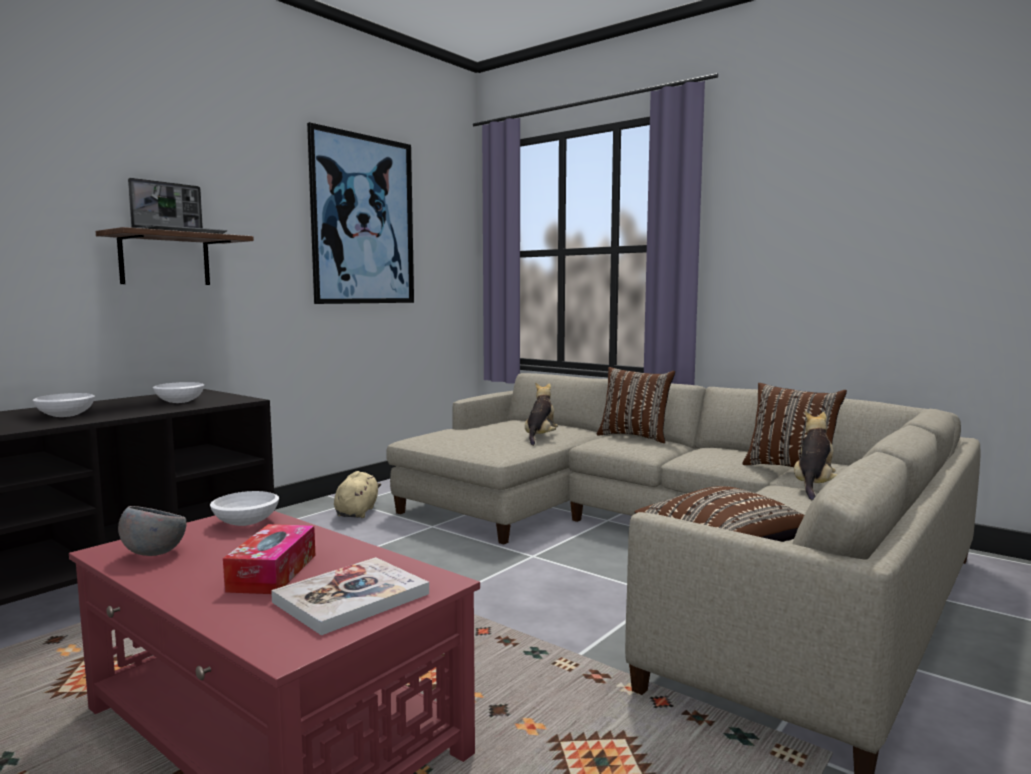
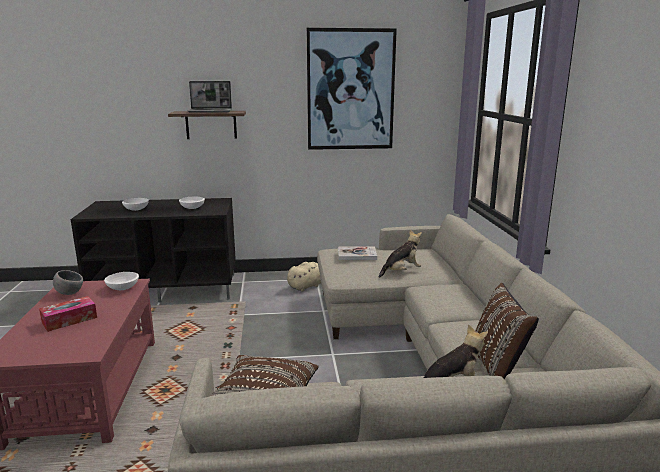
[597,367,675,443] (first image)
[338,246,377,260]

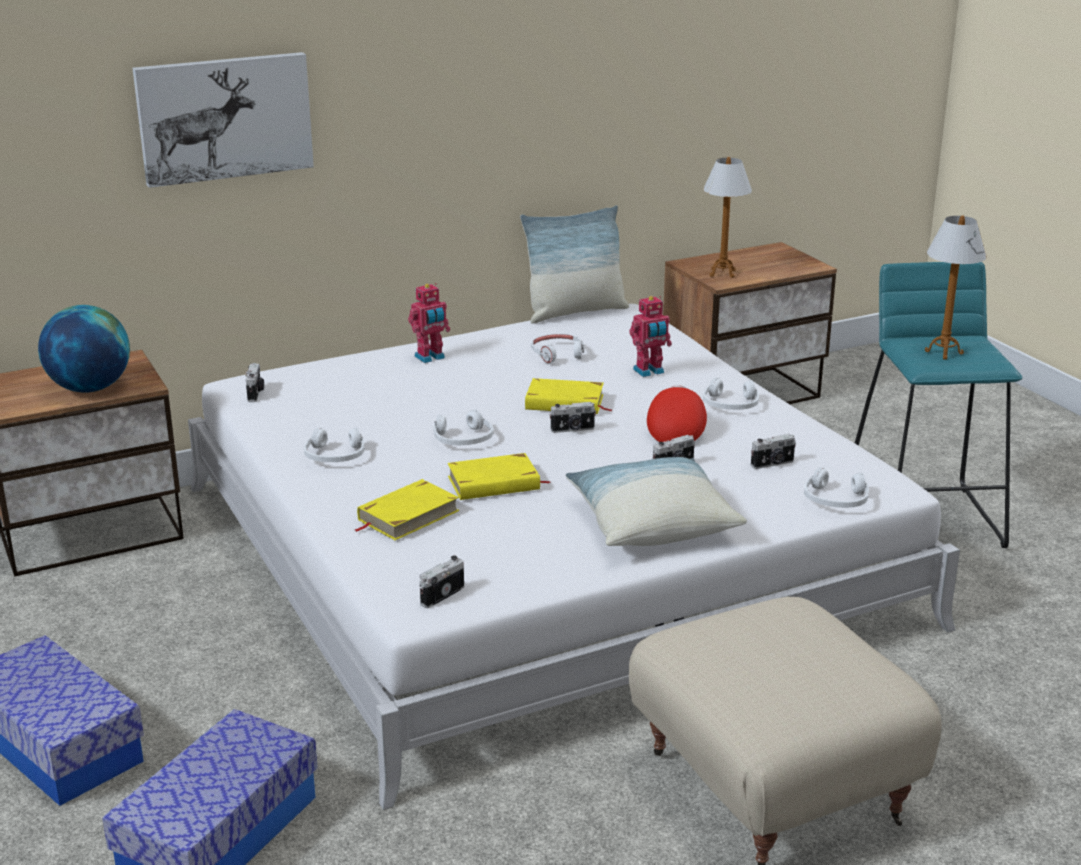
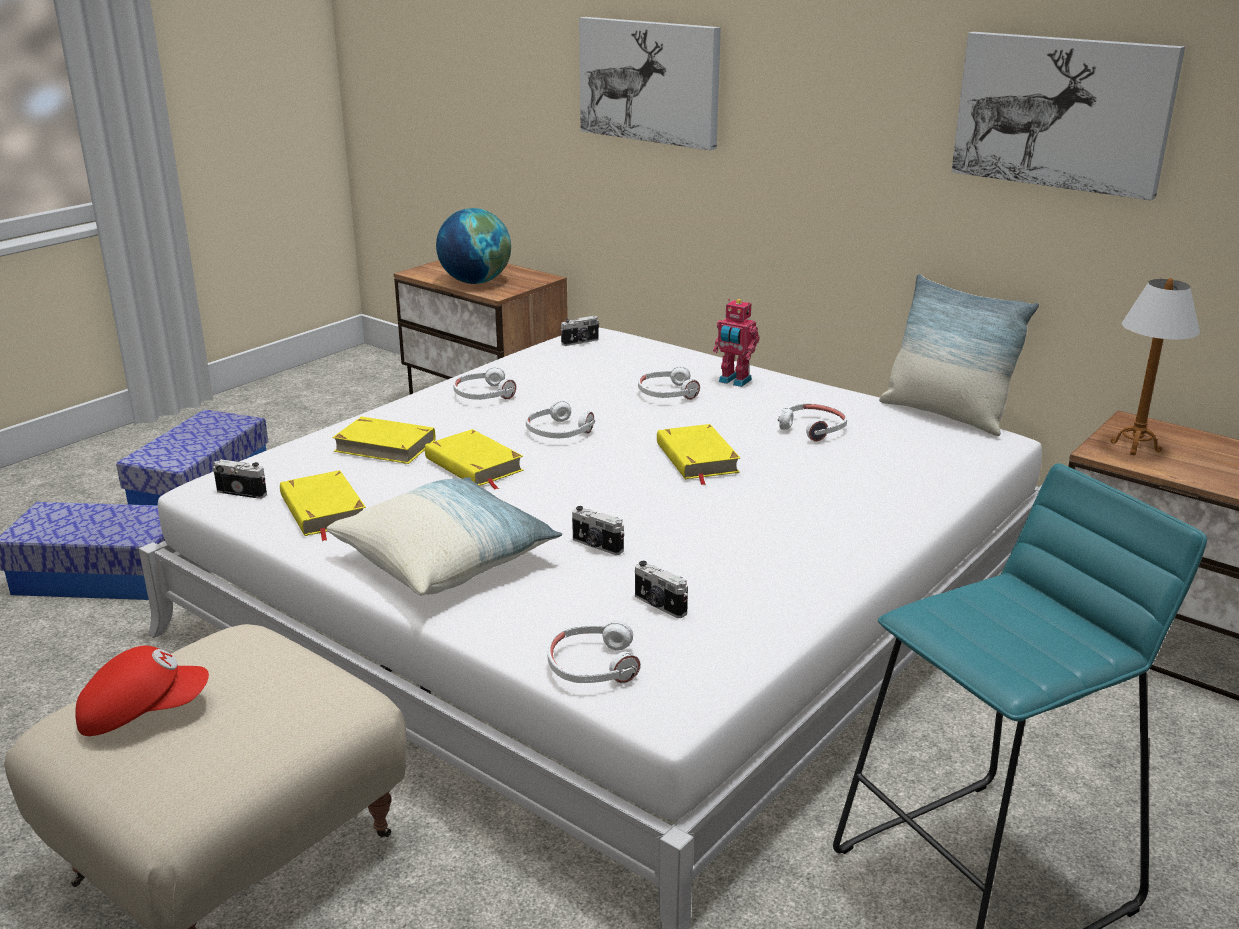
[925,215,987,360] (first image)
[629,296,672,377] (first image)
[638,366,700,400]
[75,646,209,736]
[549,402,596,433] (first image)
[951,32,1185,201]
[280,470,366,541]

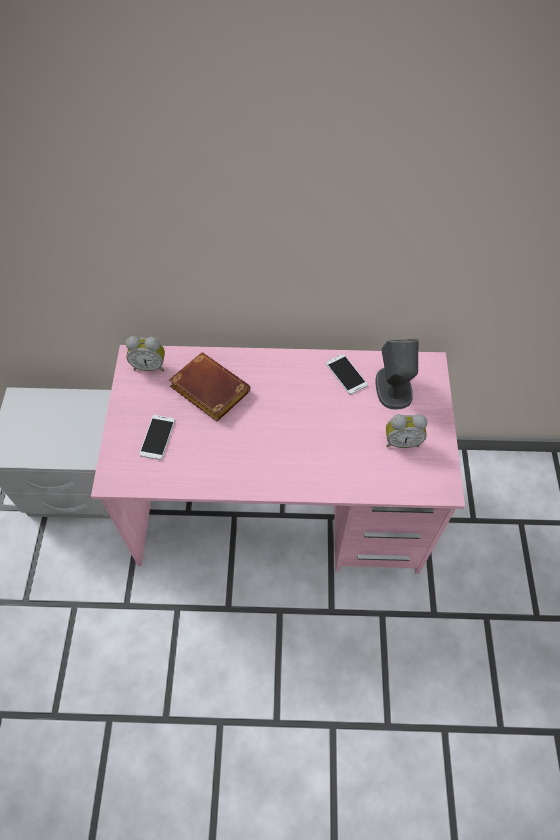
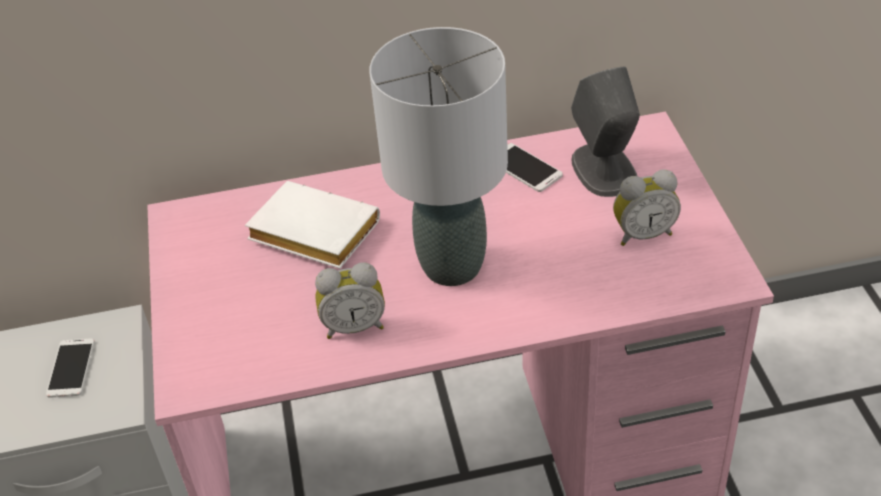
[315,262,385,339]
[245,181,380,269]
[46,338,95,398]
[369,27,508,286]

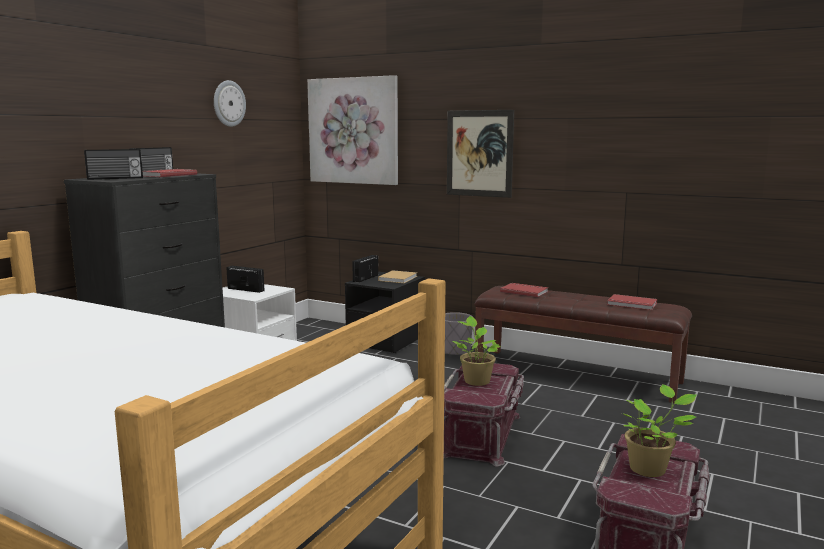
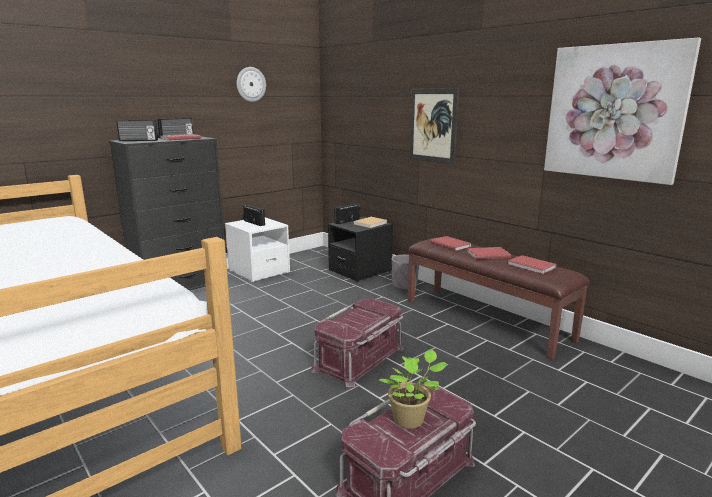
[544,38,701,185]
[452,316,501,386] (first image)
[467,247,511,259]

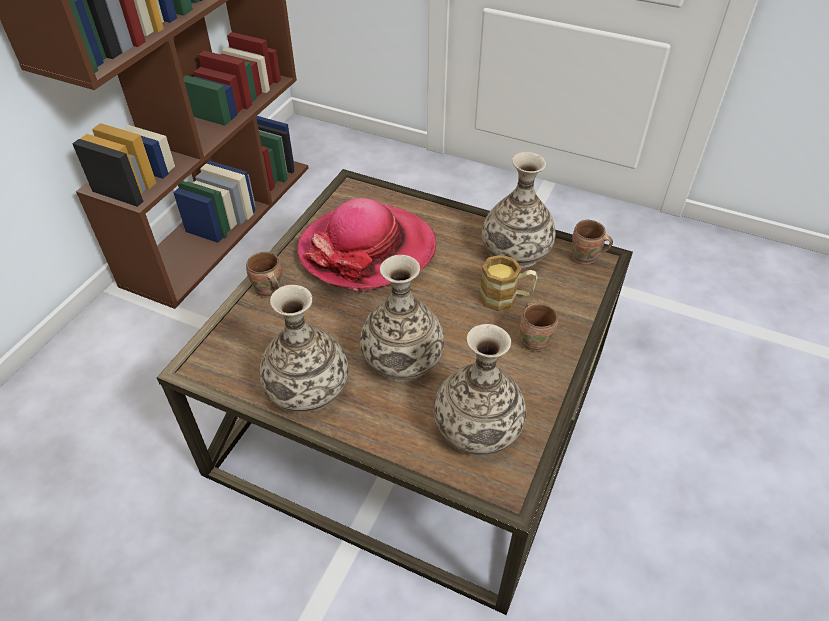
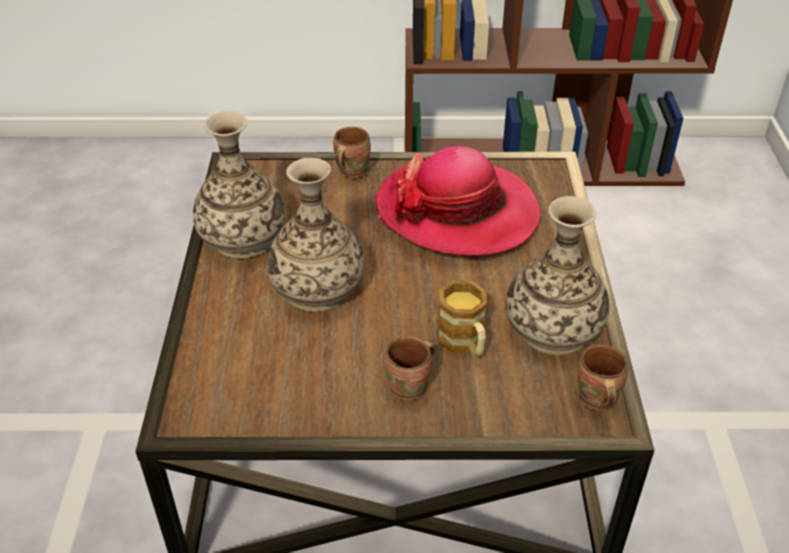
[433,324,526,455] (first image)

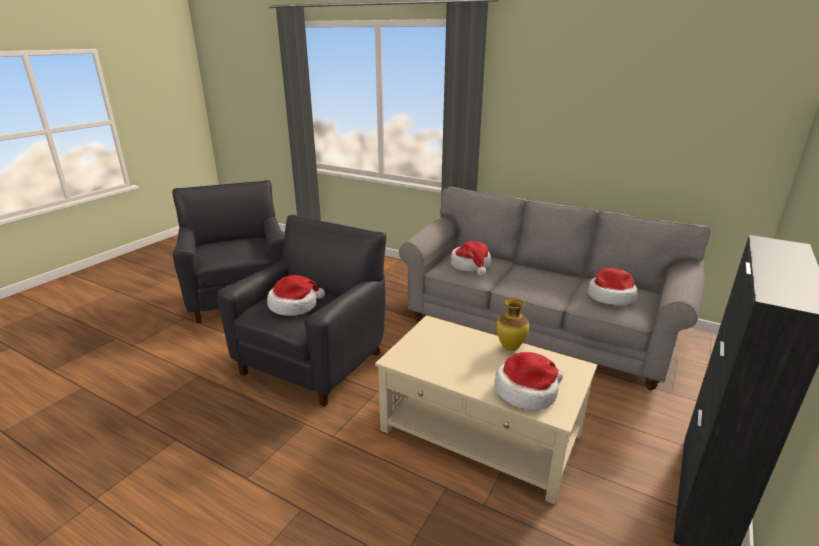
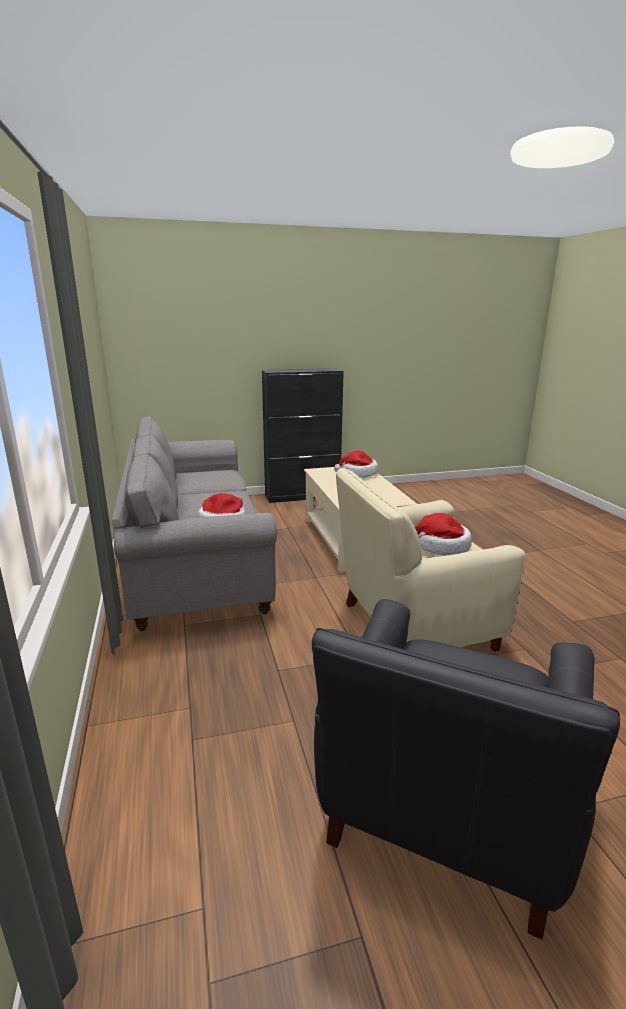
[336,467,526,652]
[588,268,637,306] (first image)
[496,298,529,351] (first image)

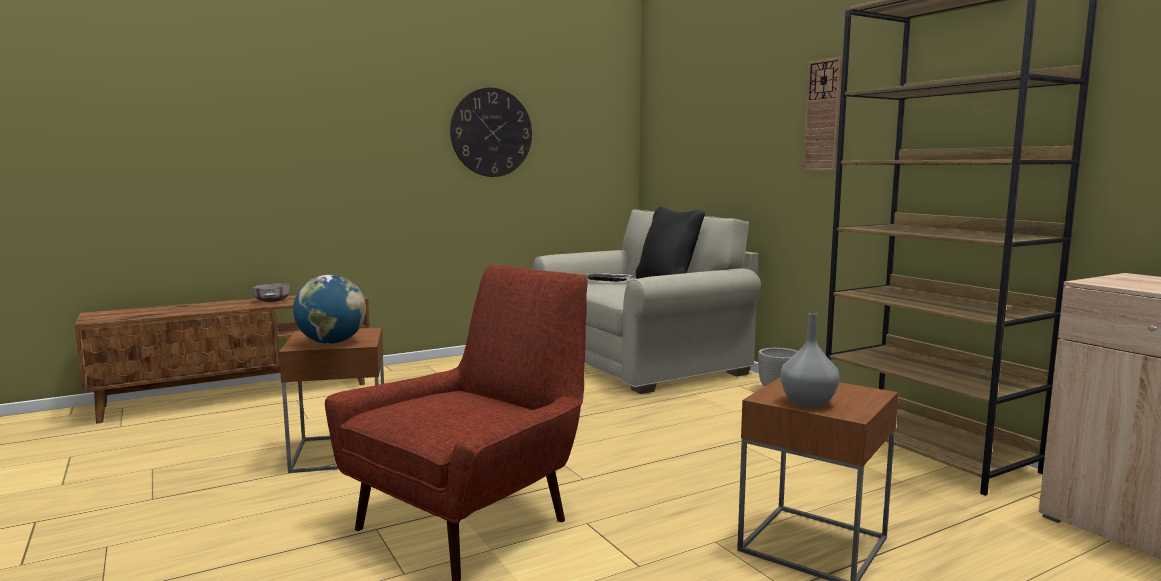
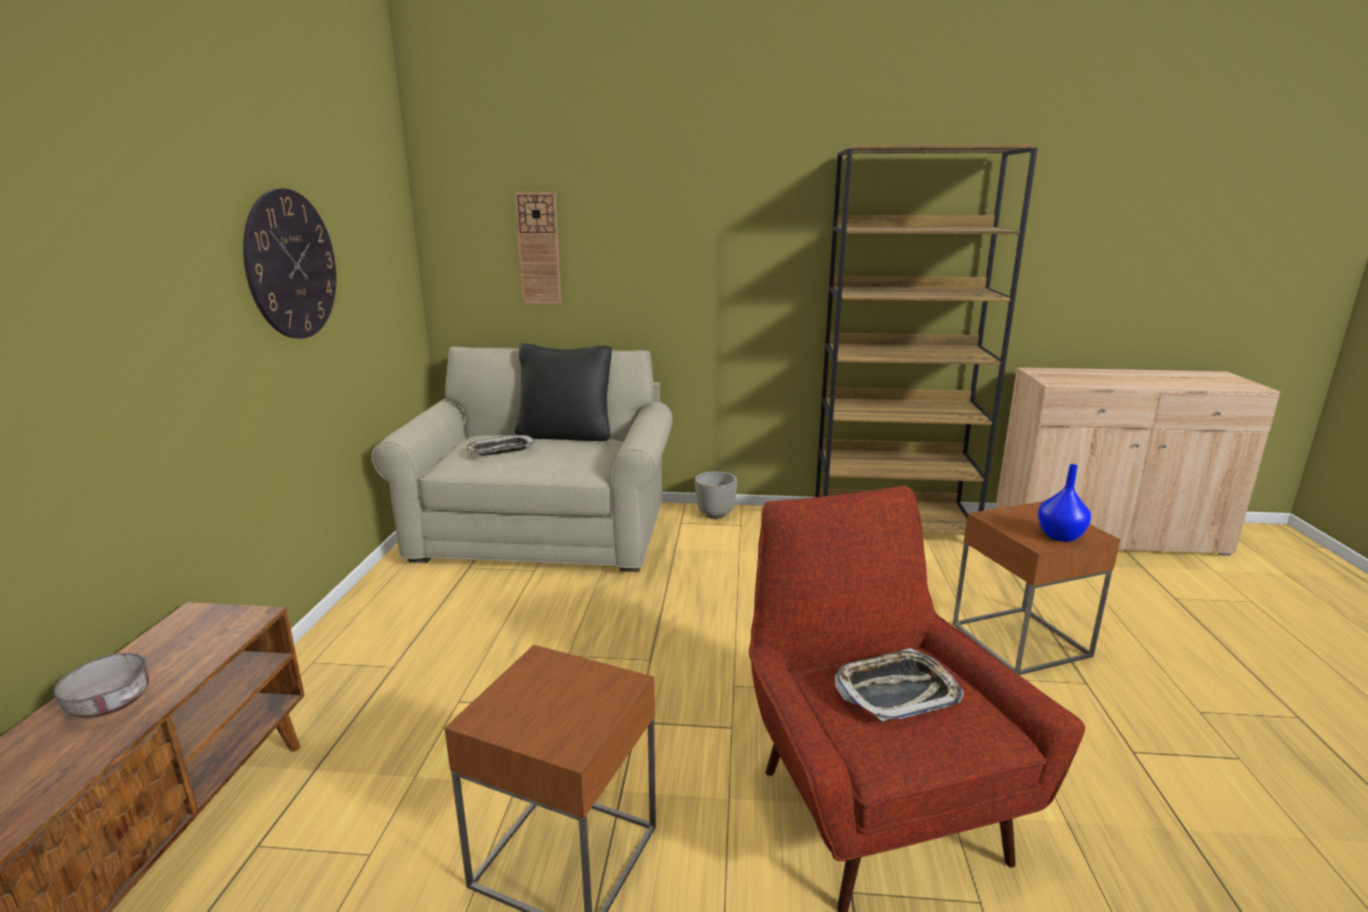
[514,193,562,304]
[293,275,366,344] (first image)
[1038,464,1091,542]
[835,648,964,722]

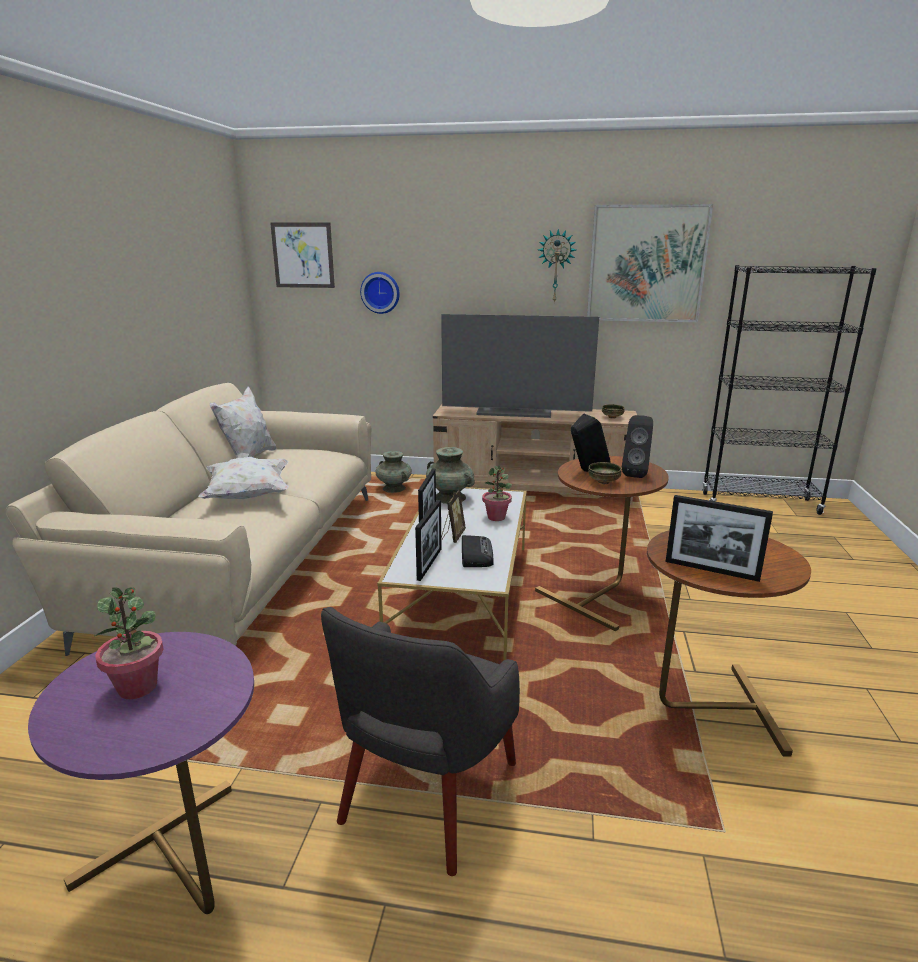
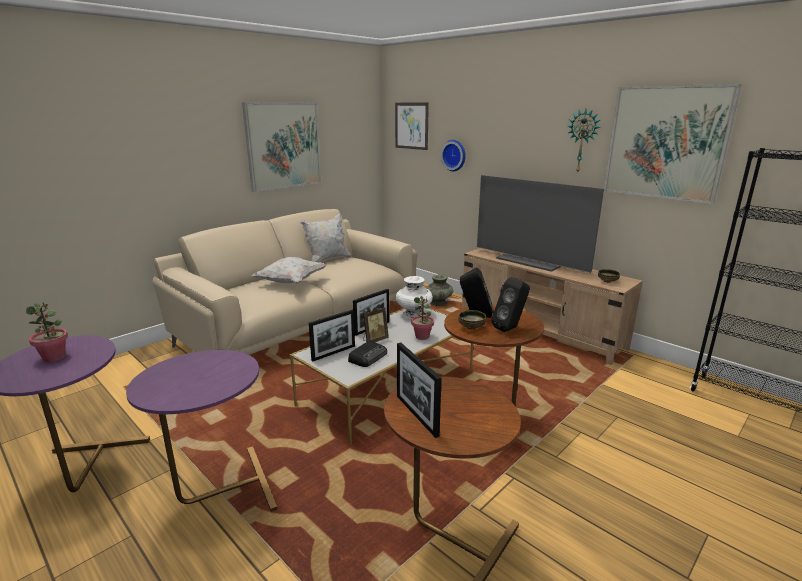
[395,276,433,319]
[126,350,277,512]
[242,103,322,192]

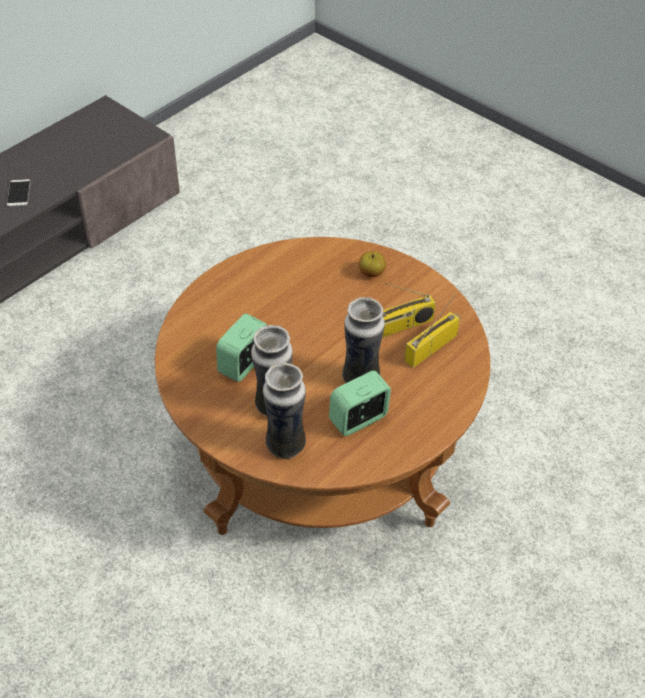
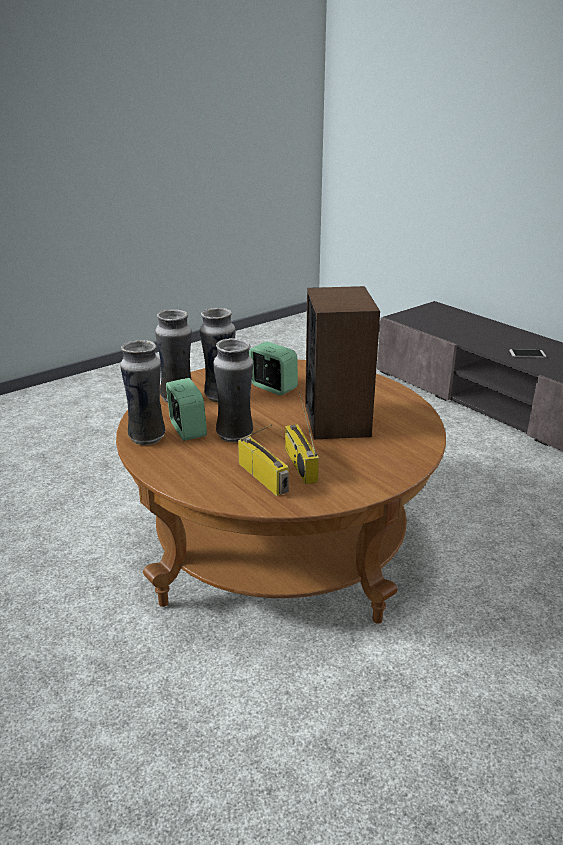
[359,251,386,277] (first image)
[305,286,380,439]
[120,340,166,445]

